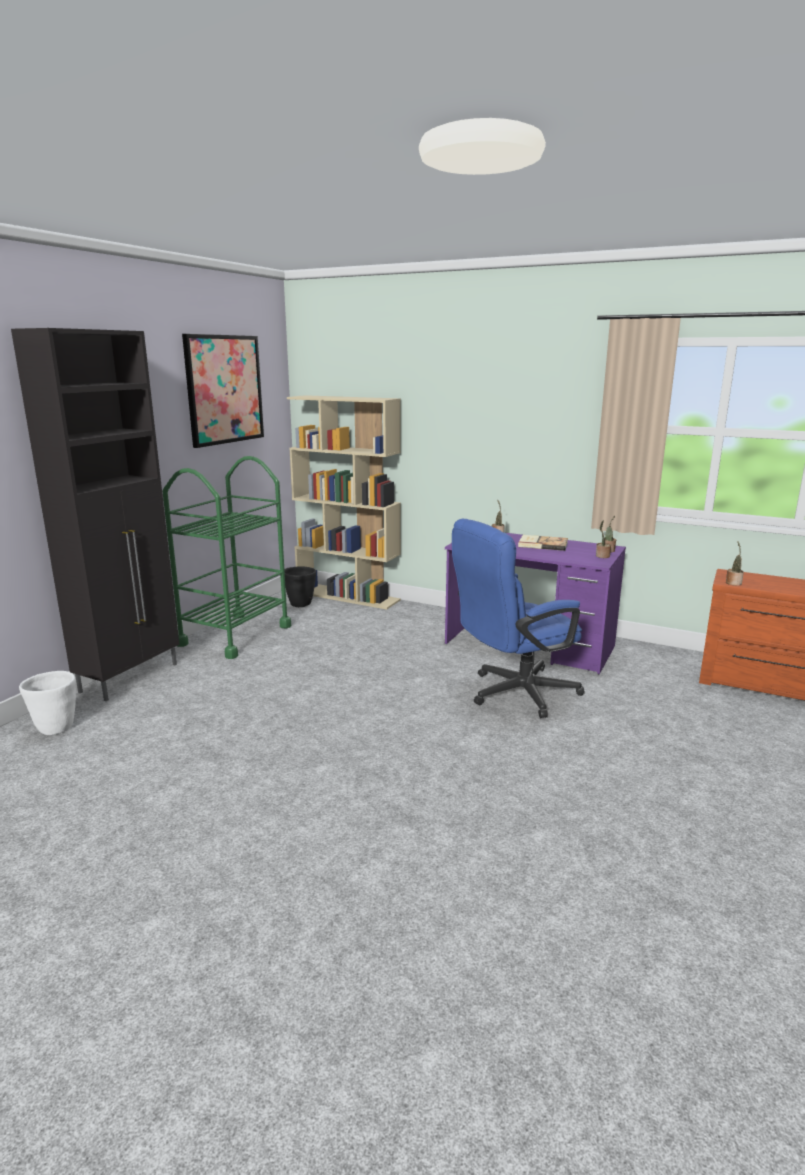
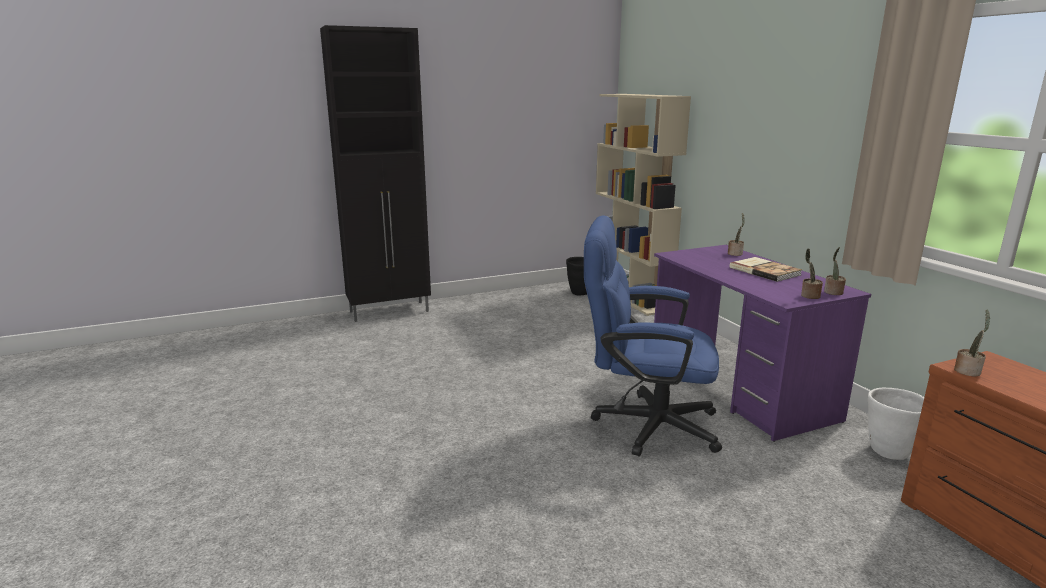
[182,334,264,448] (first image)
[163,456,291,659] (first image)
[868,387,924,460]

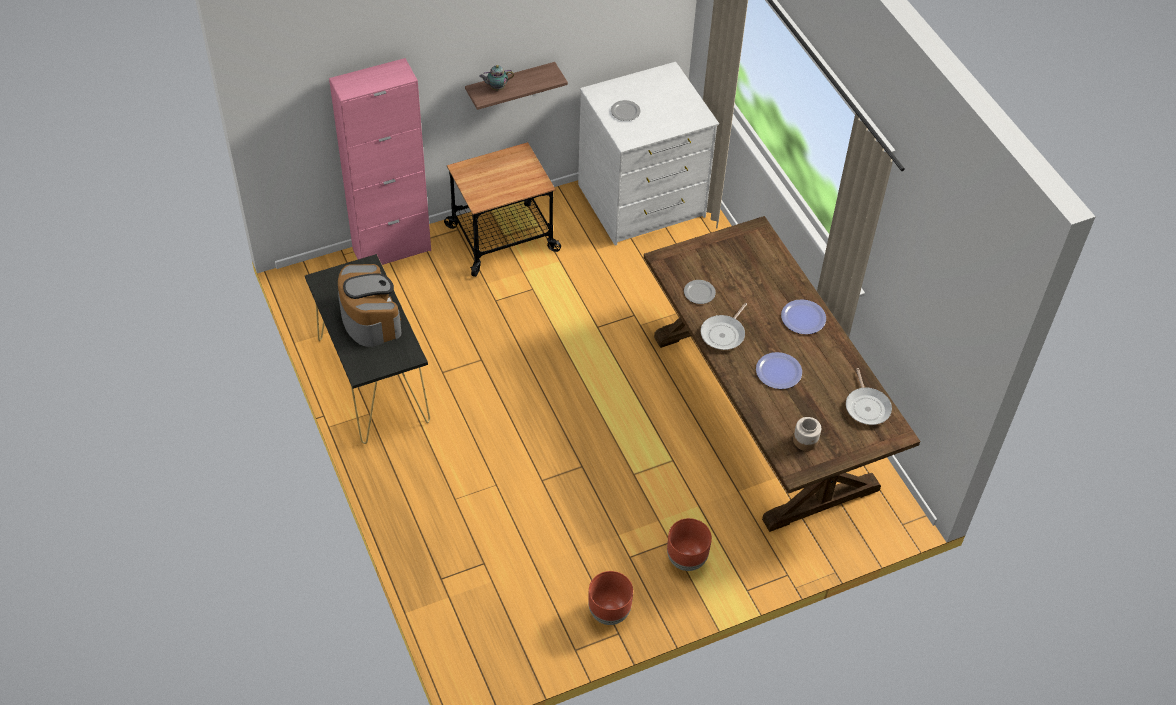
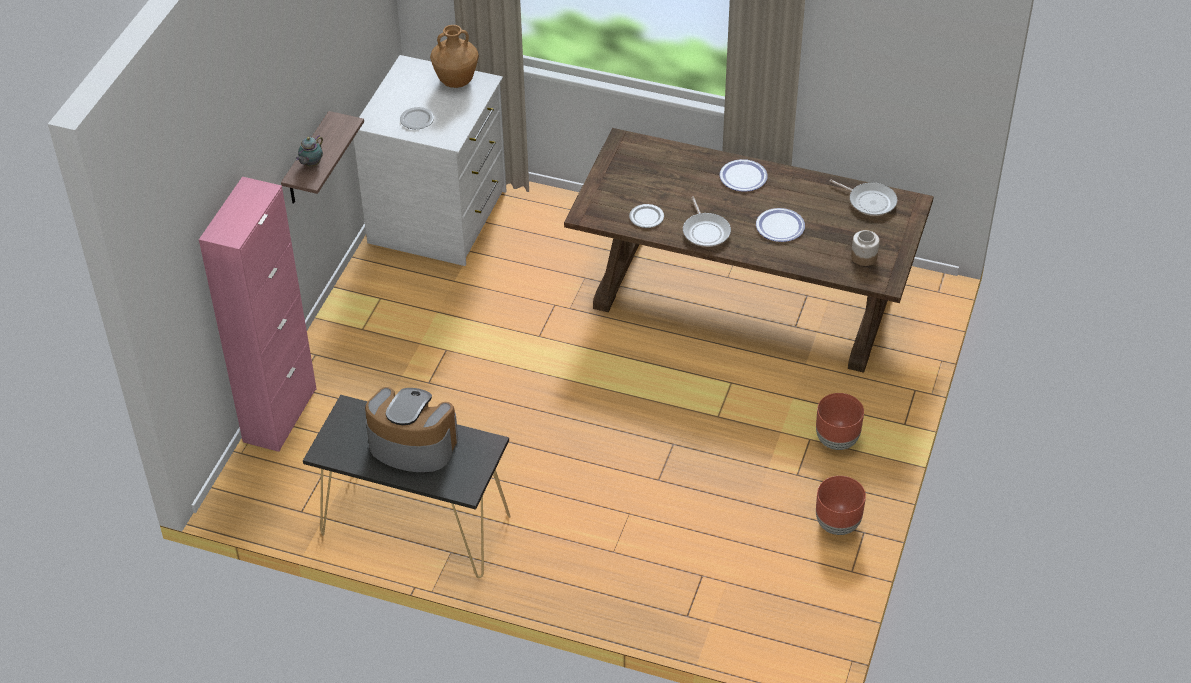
[444,142,561,277] (first image)
[430,25,479,88]

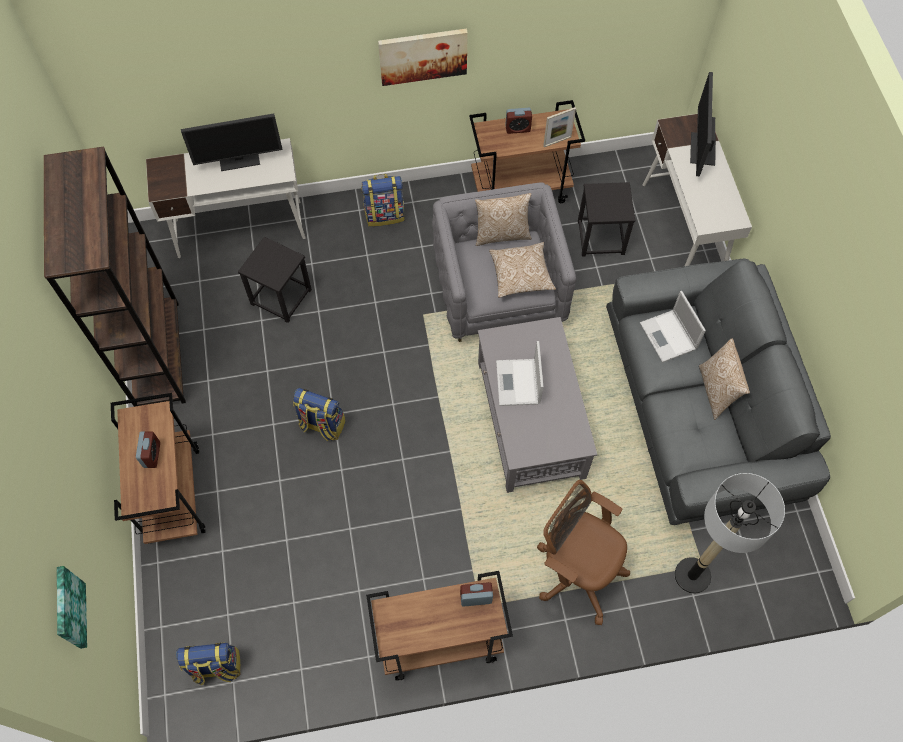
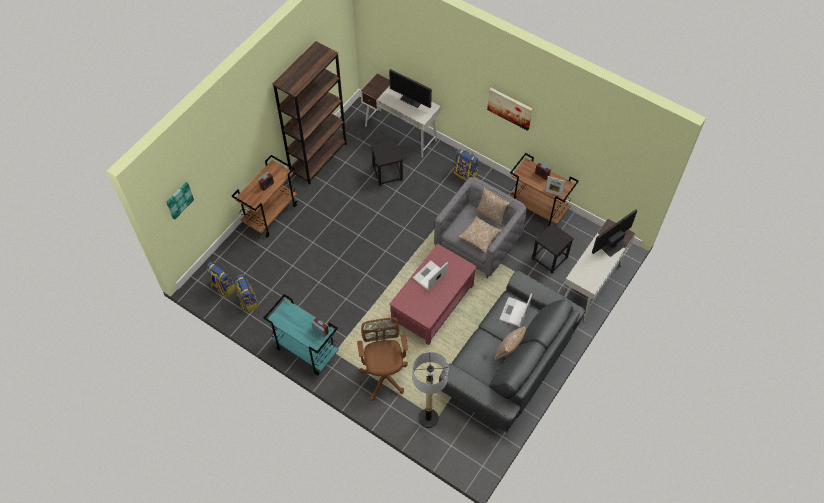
[389,243,477,345]
[235,274,259,312]
[263,294,339,376]

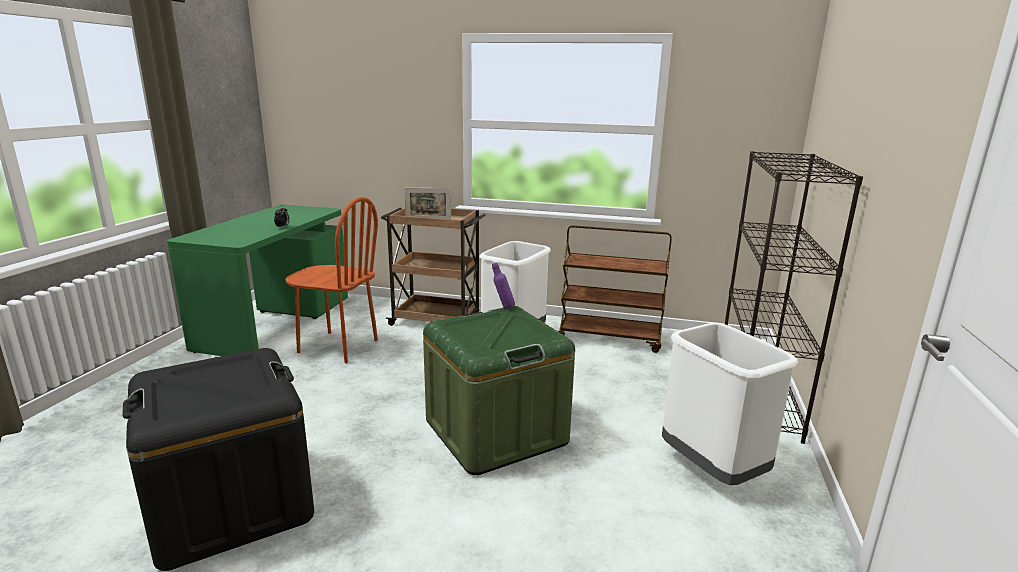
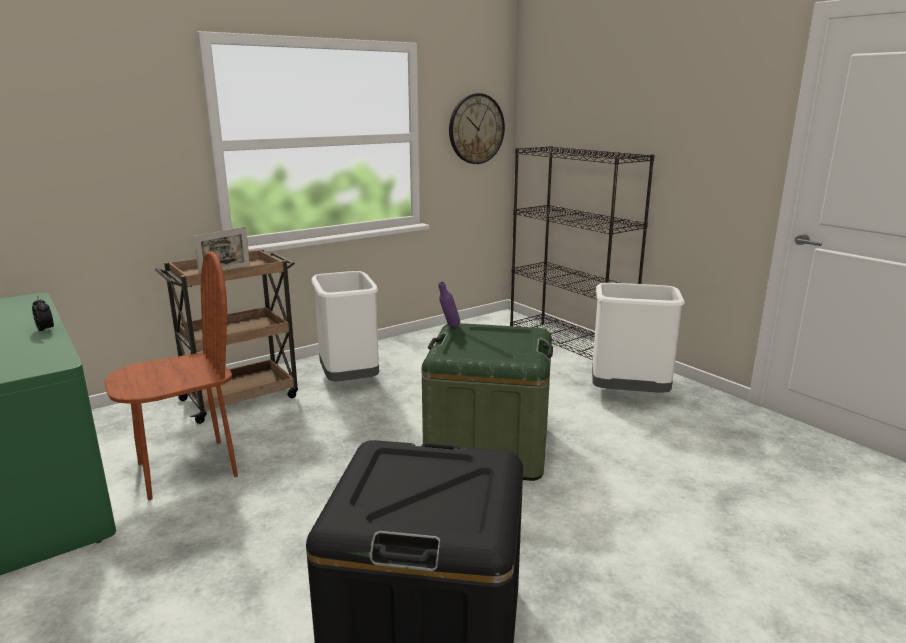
[558,225,672,353] (first image)
[449,93,505,164]

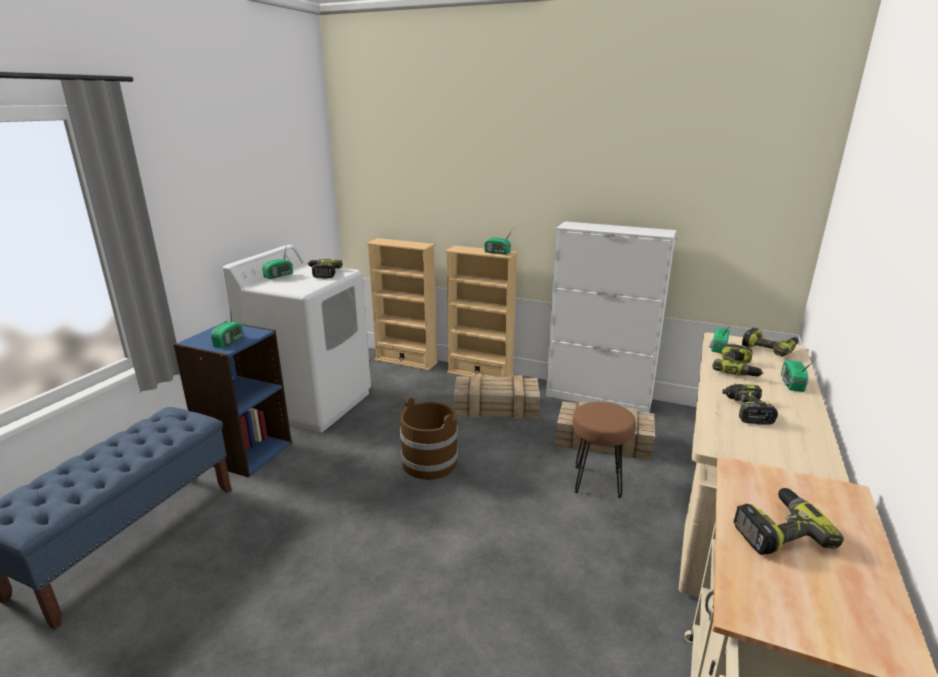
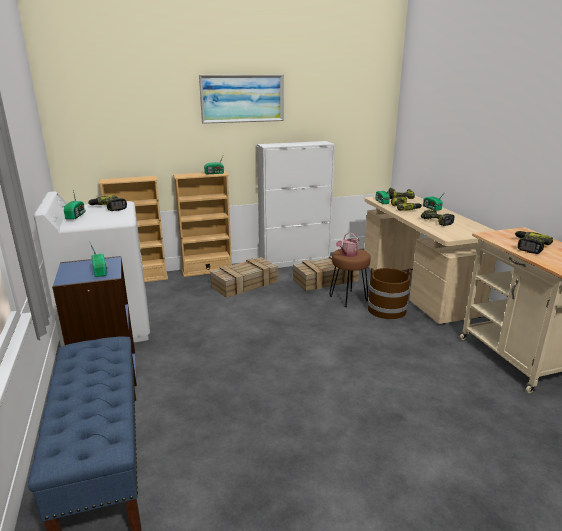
[368,268,411,319]
[199,75,284,124]
[336,232,360,257]

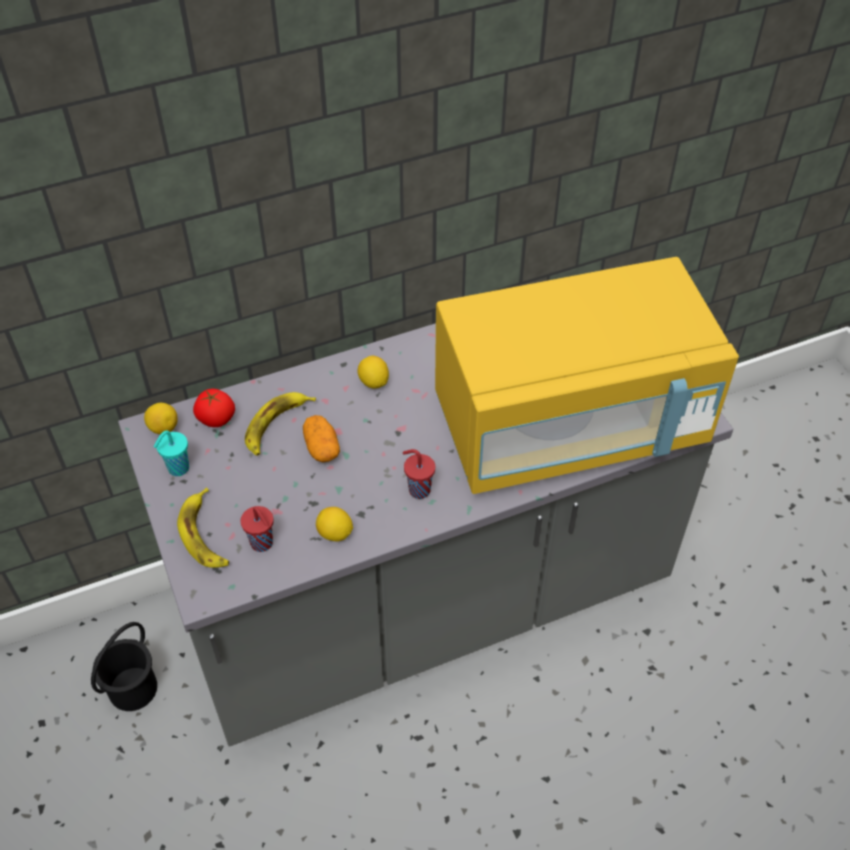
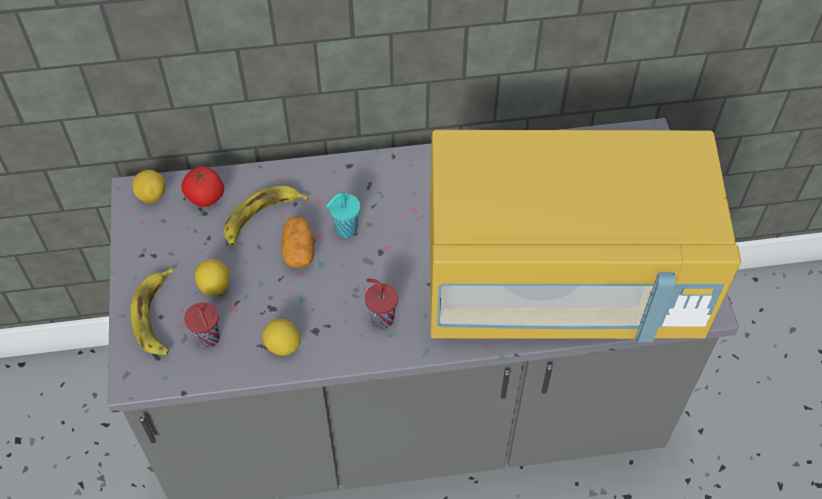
[195,259,229,296]
[326,193,360,238]
[91,622,157,711] (first image)

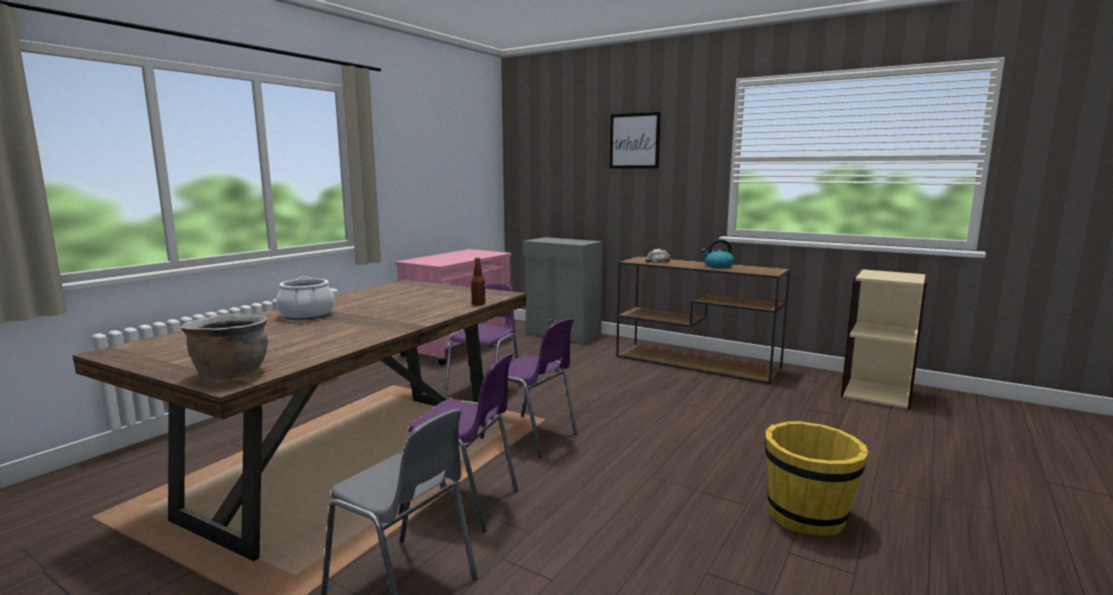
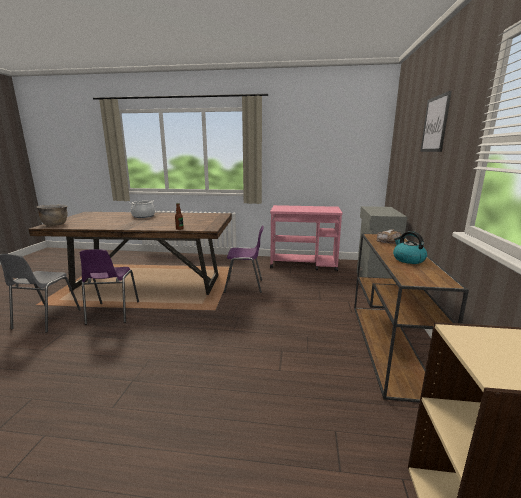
[480,318,578,458] (first image)
[765,421,869,536] (first image)

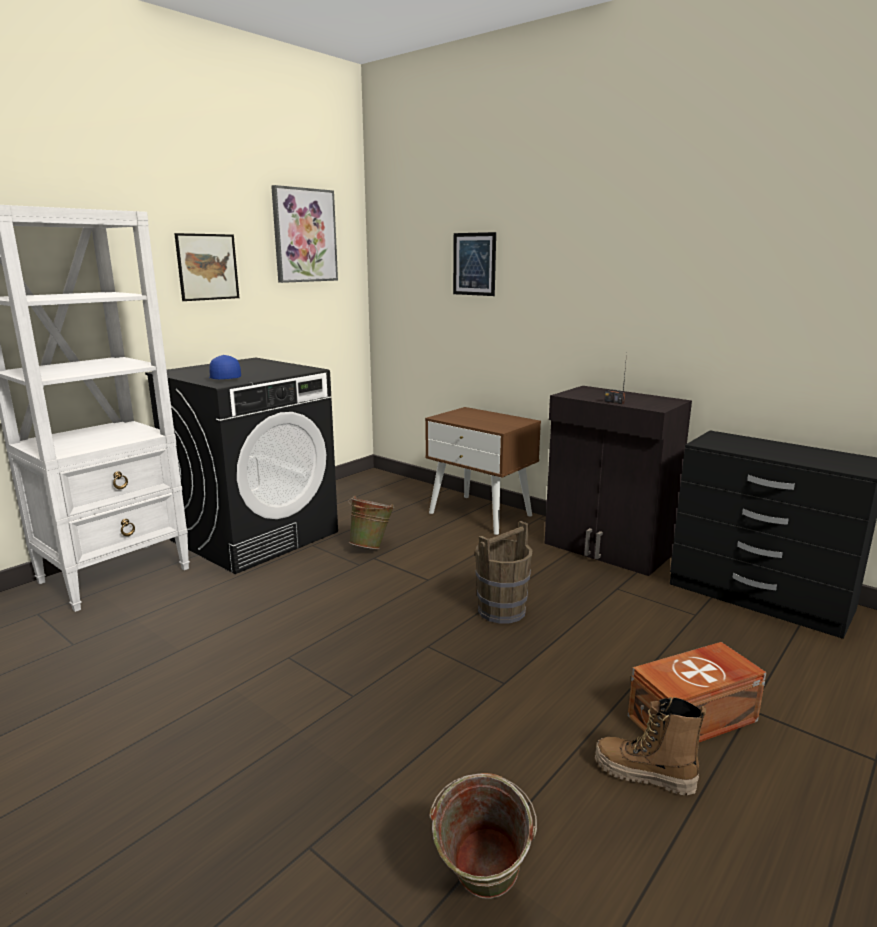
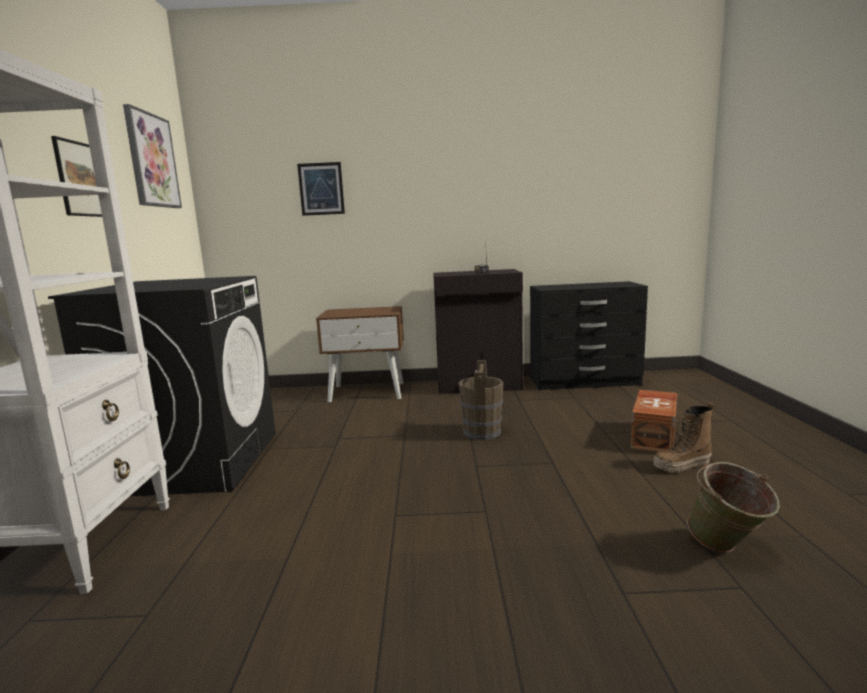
[209,355,241,380] (first image)
[348,496,395,549] (first image)

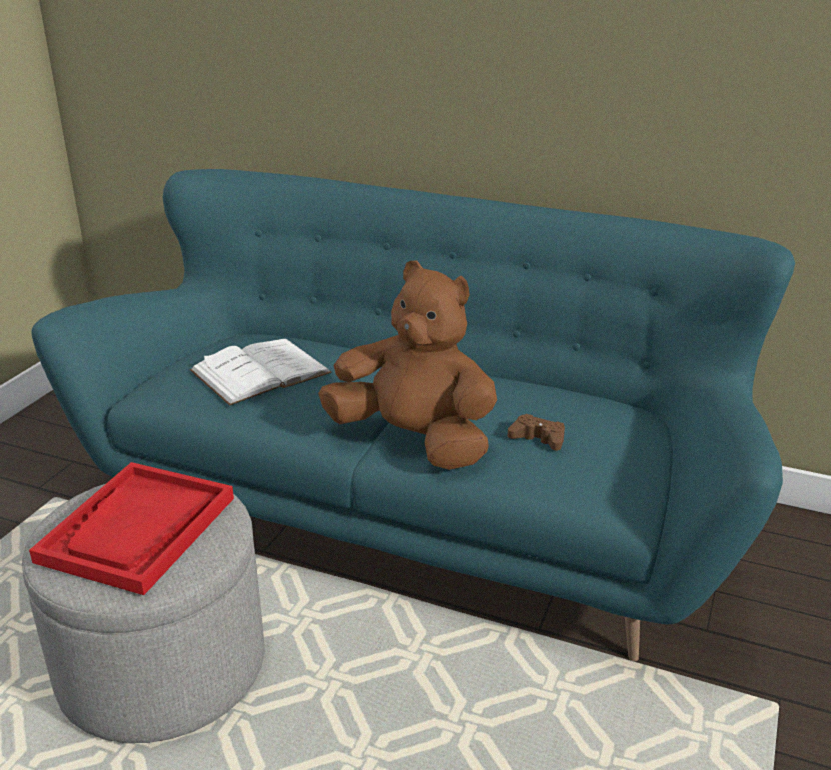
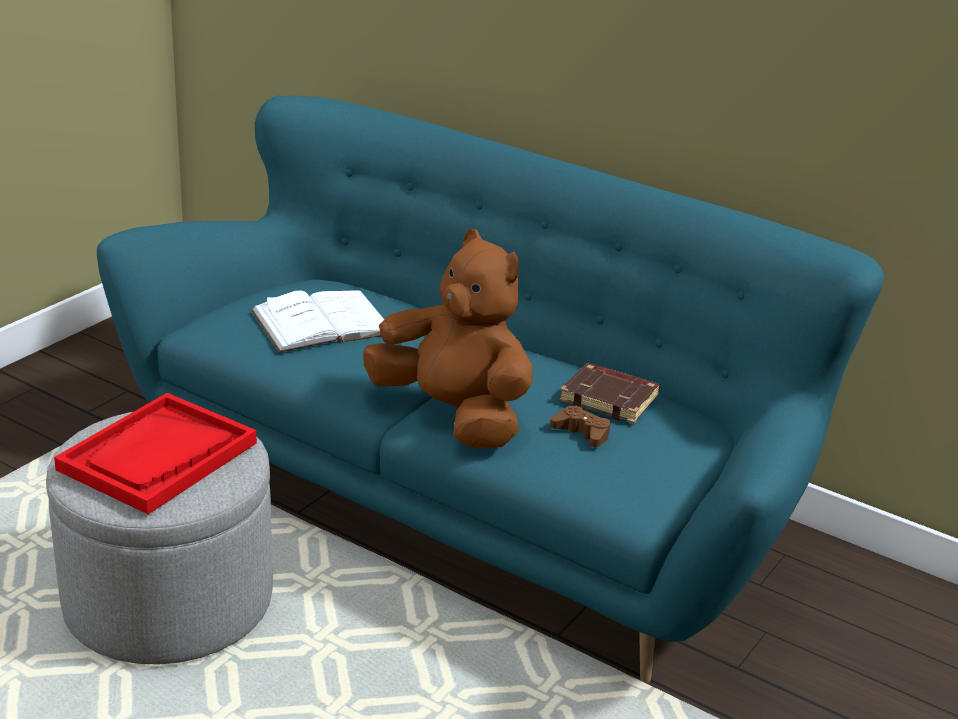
[559,363,660,423]

